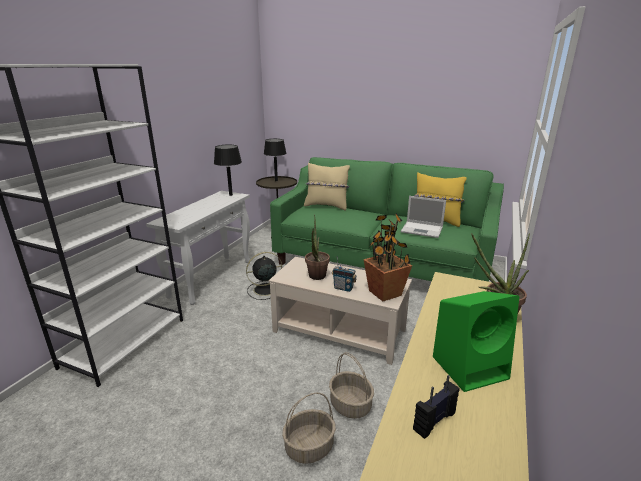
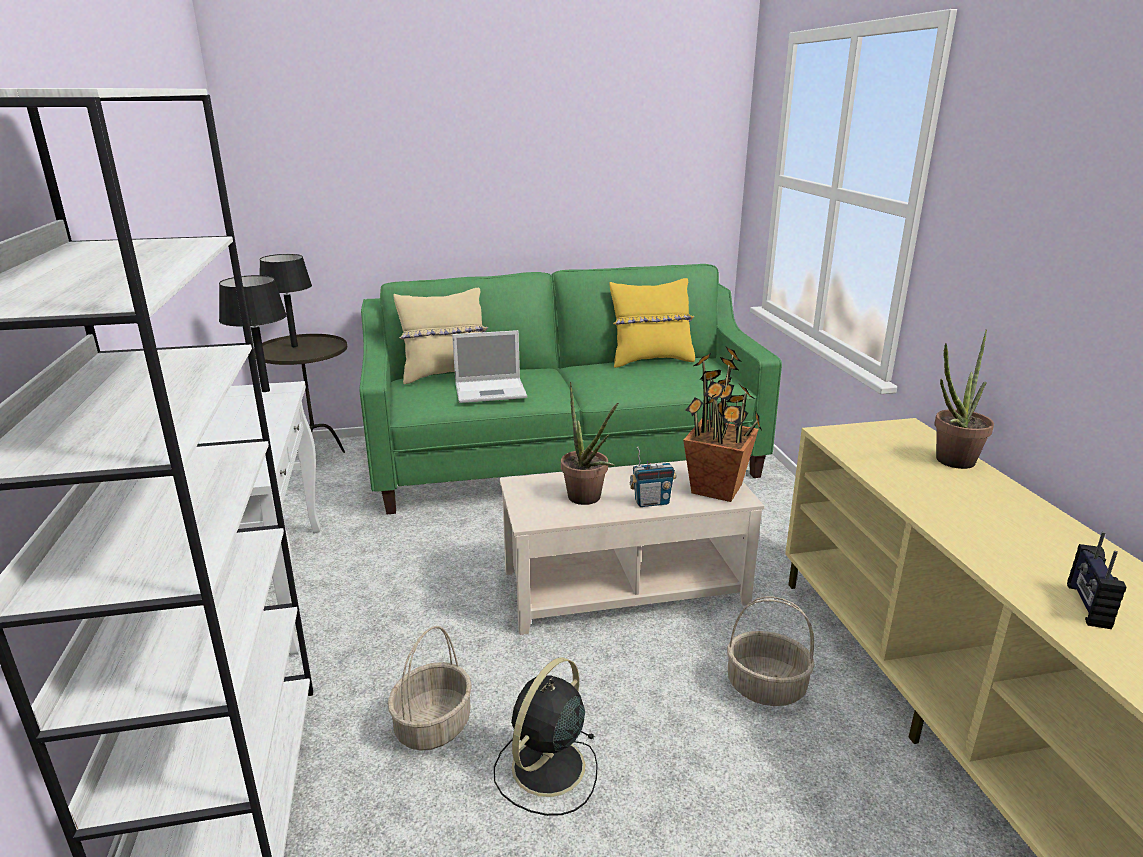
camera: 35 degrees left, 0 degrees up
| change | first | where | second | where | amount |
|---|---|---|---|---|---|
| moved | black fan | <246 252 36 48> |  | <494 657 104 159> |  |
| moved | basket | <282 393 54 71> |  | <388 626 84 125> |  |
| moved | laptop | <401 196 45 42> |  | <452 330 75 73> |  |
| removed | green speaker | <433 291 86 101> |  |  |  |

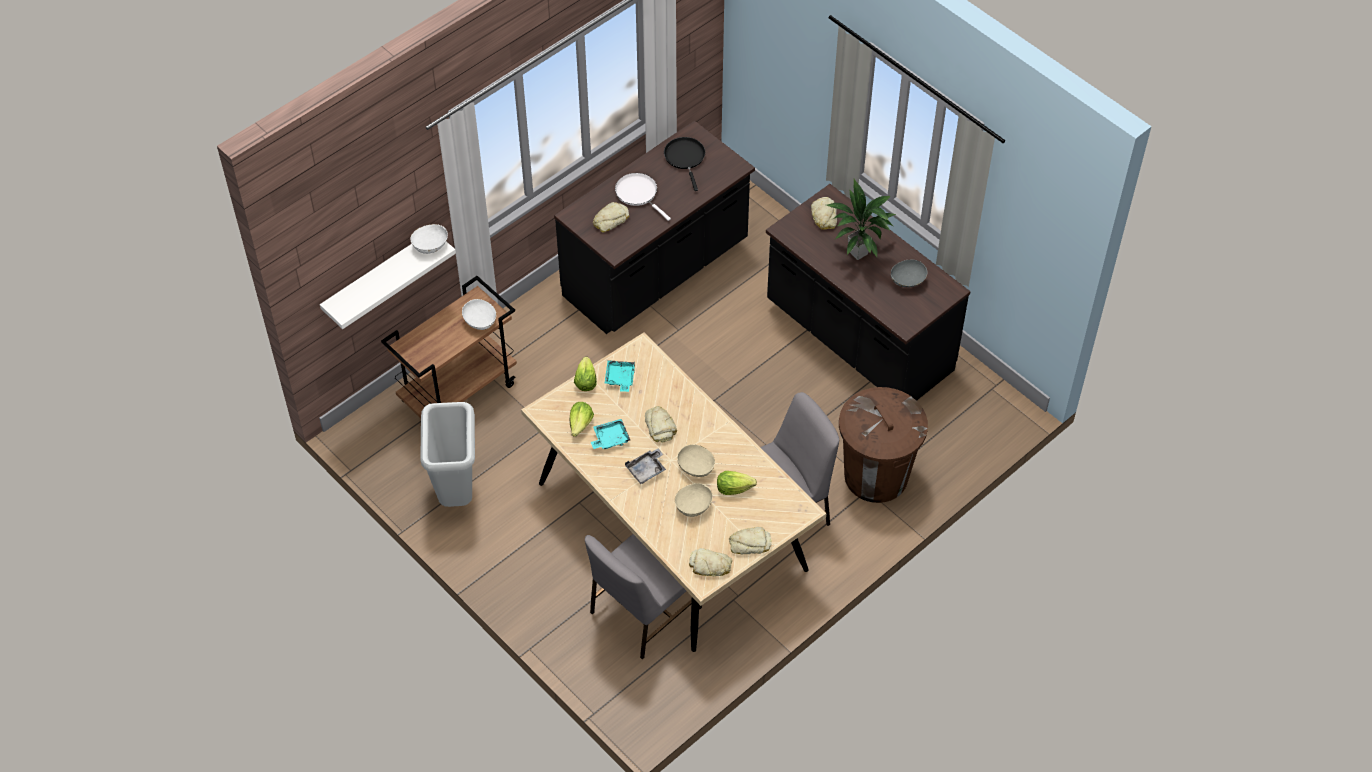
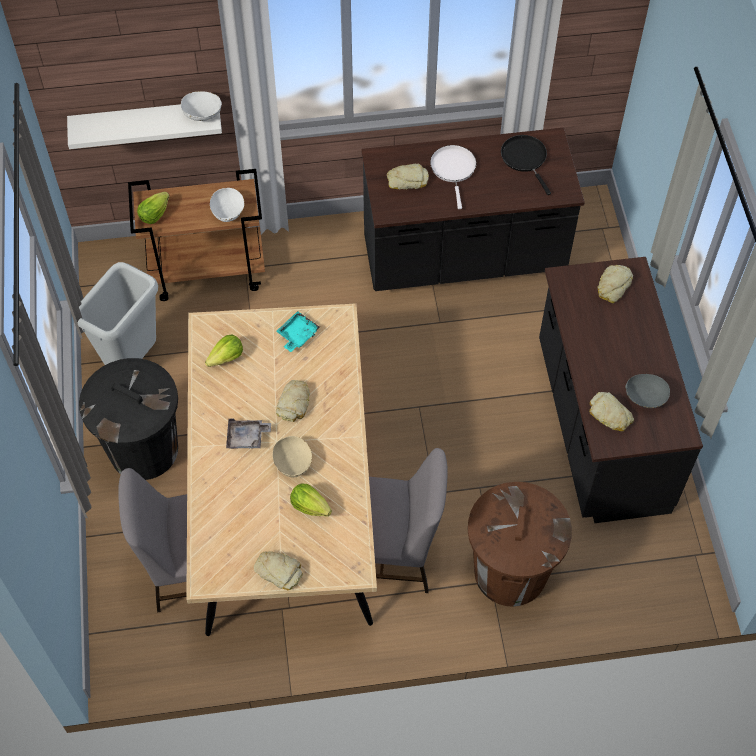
camera: 35 degrees right, 5 degrees up
| change | first | where | second | where | amount |
|---|---|---|---|---|---|
| moved | lettuce | <574 357 23 34> |  | <137 192 32 32> |  |
| removed | turquoise tray | <591 419 39 30> |  |  |  |
| turned | black frying pan | <664 137 41 54> |  | <501 135 50 60> | 45 degrees counterclockwise |
| removed | beige bowl | <675 483 38 34> |  |  |  |
| moved | bread | <689 548 43 28> |  | <589 392 45 39> |  |
| removed | potted plant | <826 179 70 81> |  |  |  |
| added |  |  | black trash can | <79 358 99 122> |  |

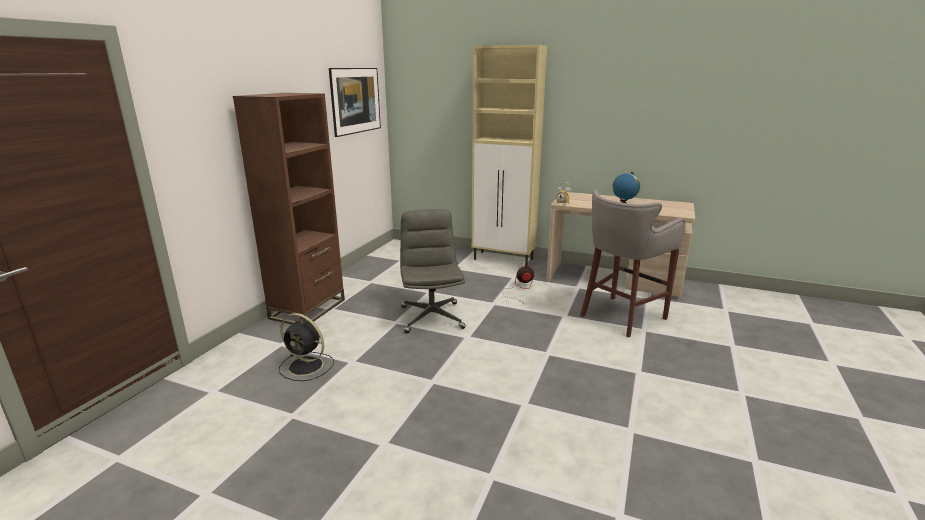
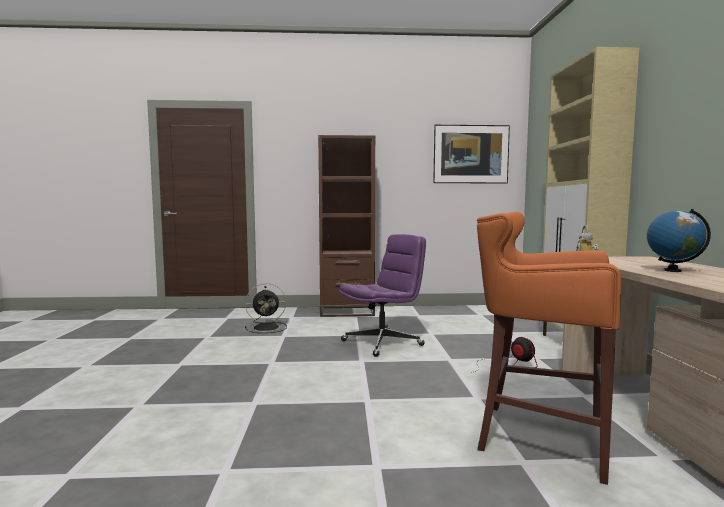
camera: 65 degrees right, 15 degrees down
| change | first | where | second | where | amount |
|---|---|---|---|---|---|
| turned | black fan | <279 313 55 68> |  | <245 283 42 50> | 105 degrees counterclockwise |
| recoloured | grey office chair | <400 209 66 124> | purple office chair | <339 234 87 123> |  |
| recoloured | grey stool | <580 189 105 149> | orange stool | <477 212 144 273> |  |

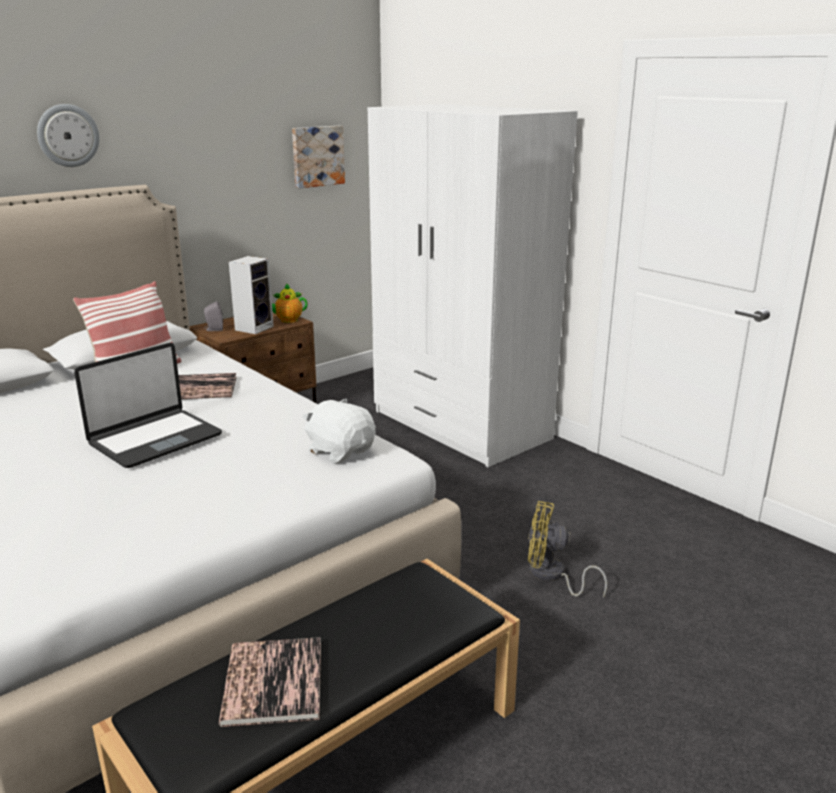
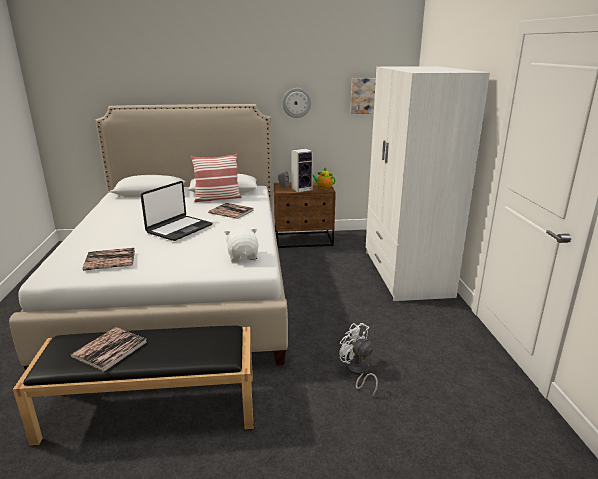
camera: 35 degrees right, 0 degrees up
| change | first | where | second | where | amount |
|---|---|---|---|---|---|
| moved | wall clock | <37 104 63 63> |  | <282 88 30 30> |  |
| turned | laptop | <74 343 148 125> |  | <141 181 72 60> | 45 degrees counterclockwise |
| recoloured | yellow fan | <528 501 79 97> | white fan | <339 323 39 73> |  |
| added |  |  | book | <83 247 52 24> |  |

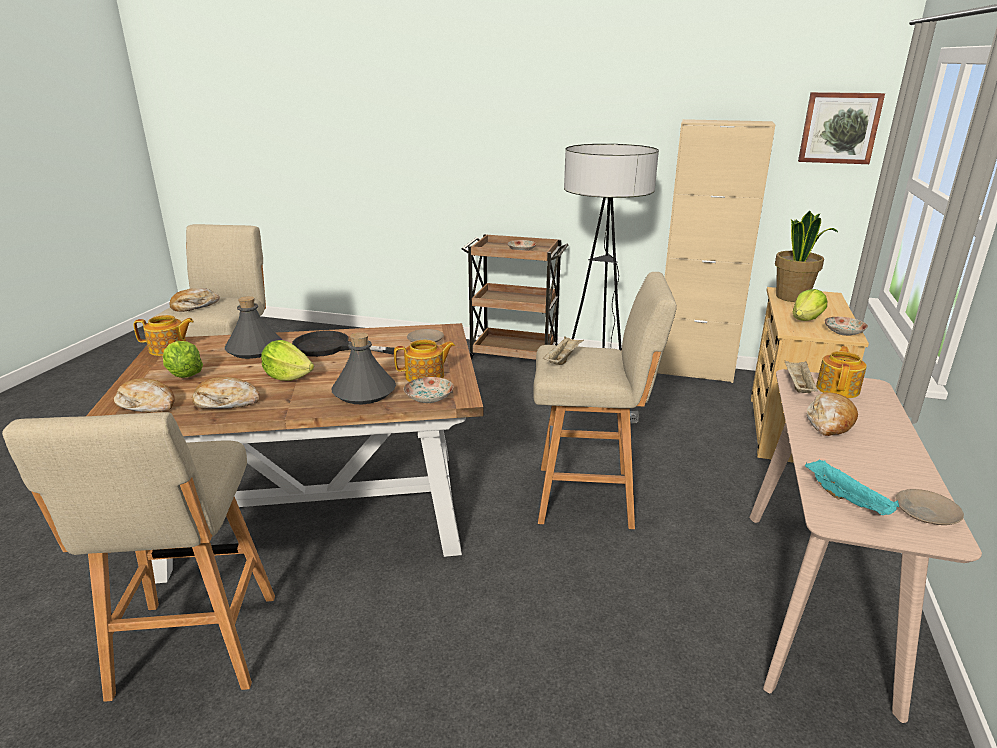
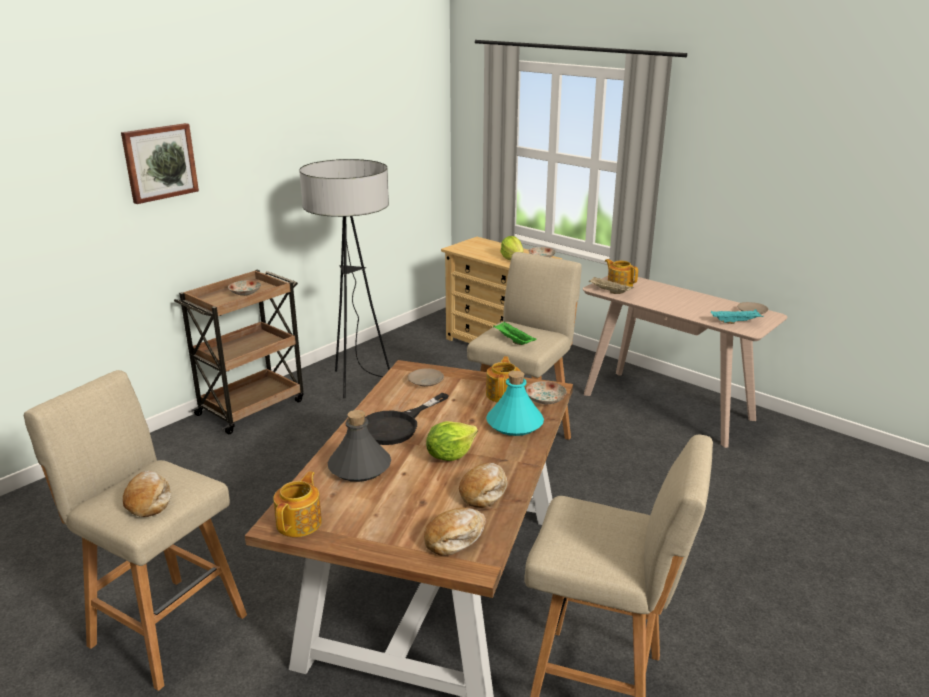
camera: 65 degrees left, 0 degrees up
| change | first | where | second | where | amount |
|---|---|---|---|---|---|
| removed | lettuce | <163 341 40 37> |  |  |  |
| recoloured | grey bottle | <331 332 65 72> | turquoise bottle | <486 371 58 65> |  |
| recoloured | beige tray | <543 336 41 29> | green tray | <493 321 44 24> |  |
| removed | beige cabinet | <657 119 118 264> |  |  |  |
| removed | potted plant | <775 211 63 91> |  |  |  |
| moved | picture | <798 92 87 72> |  | <121 123 78 81> |  |
| removed | bread | <807 392 51 44> |  |  |  |

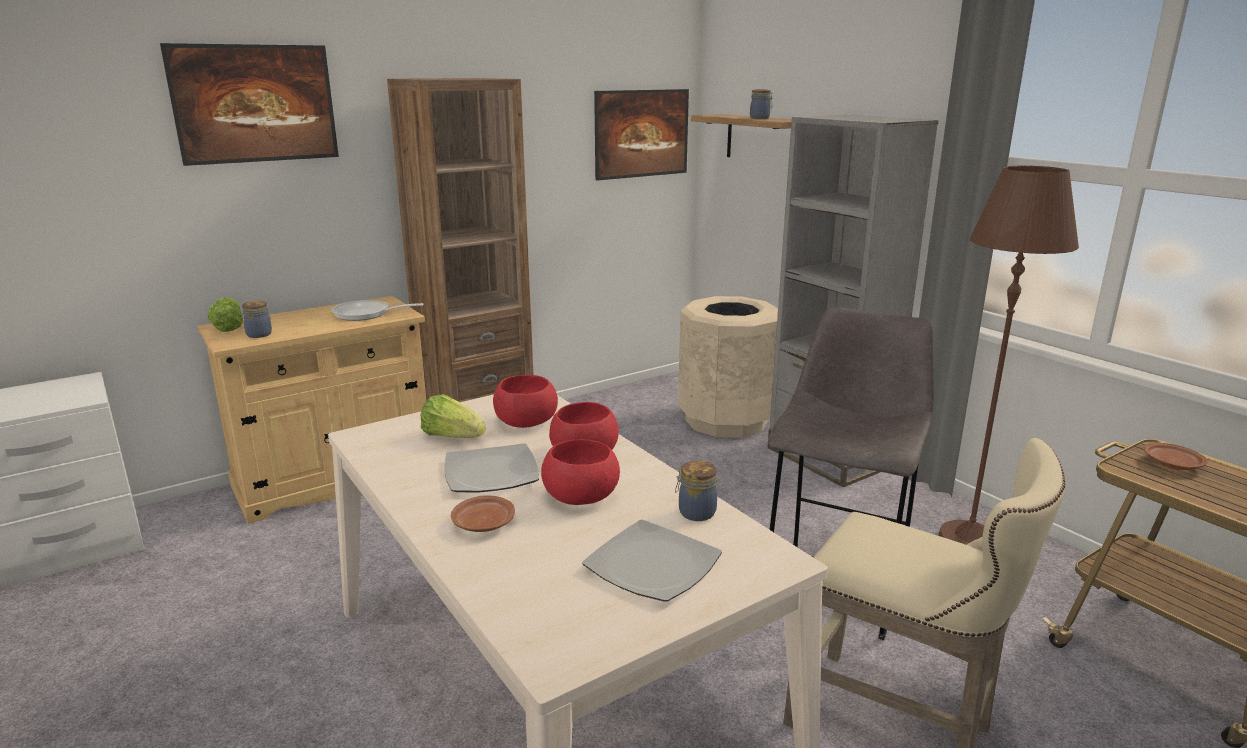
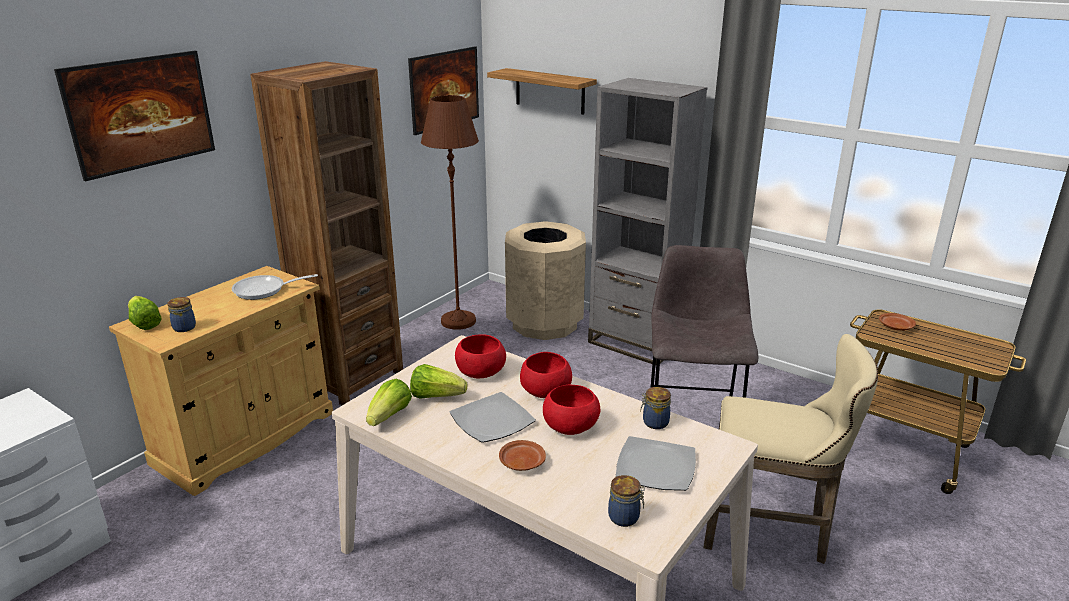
camera: 20 degrees left, 5 degrees up
| change | first | where | second | where | amount |
|---|---|---|---|---|---|
| moved | jar | <750 89 23 30> |  | <608 475 37 52> |  |
| moved | brown floor lamp | <939 166 140 379> |  | <421 95 58 235> |  |
| added |  |  | lettuce | <366 378 46 48> |  |

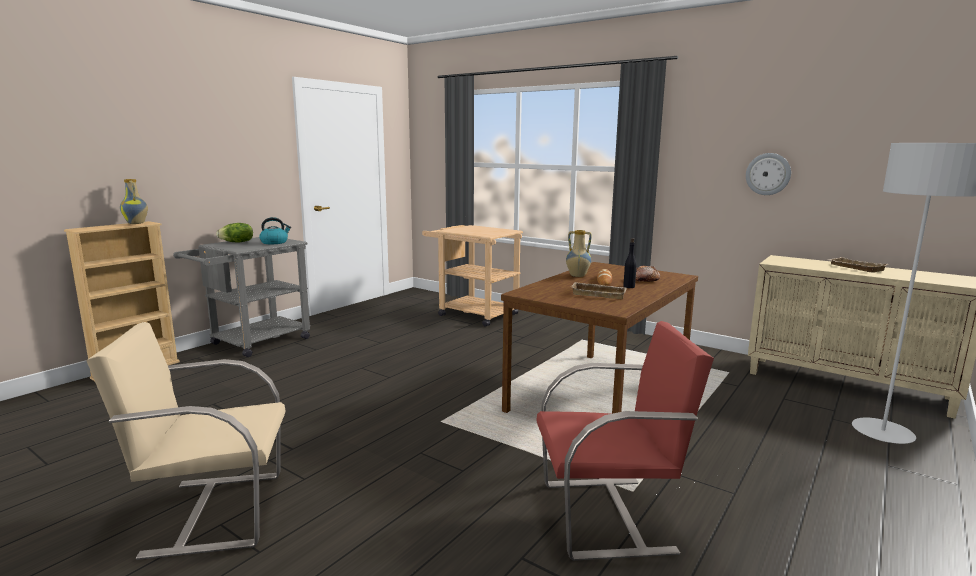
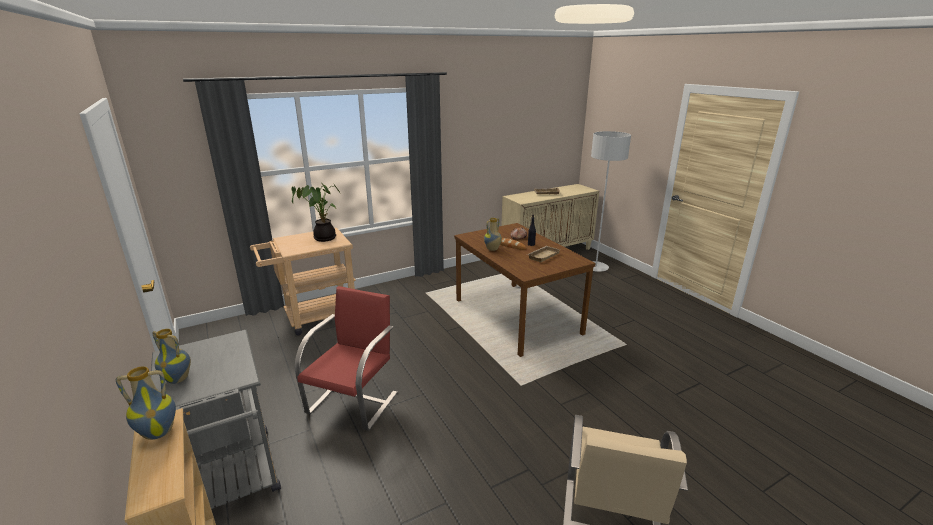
camera: 65 degrees left, 10 degrees up
| change | first | where | second | where | amount |
|---|---|---|---|---|---|
| replaced | lettuce | <216 223 37 20> | vase | <152 329 39 55> |  |
| removed | kettle | <259 217 32 27> |  |  |  |
| moved | red chair | <536 321 178 240> |  | <294 286 104 145> |  |
| removed | wall clock | <746 153 45 42> |  |  |  |
| added |  |  | potted plant | <292 183 48 59> |  |

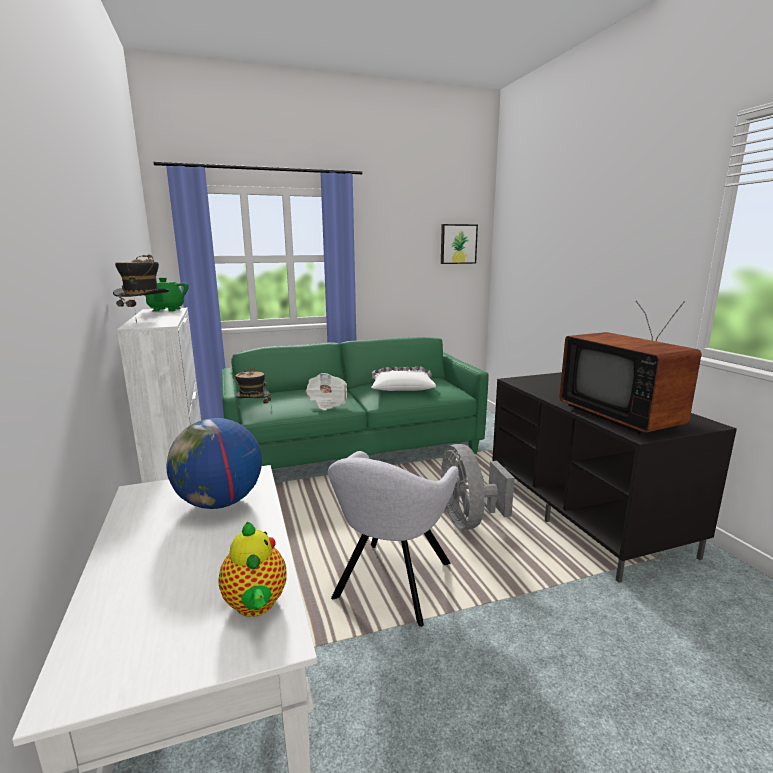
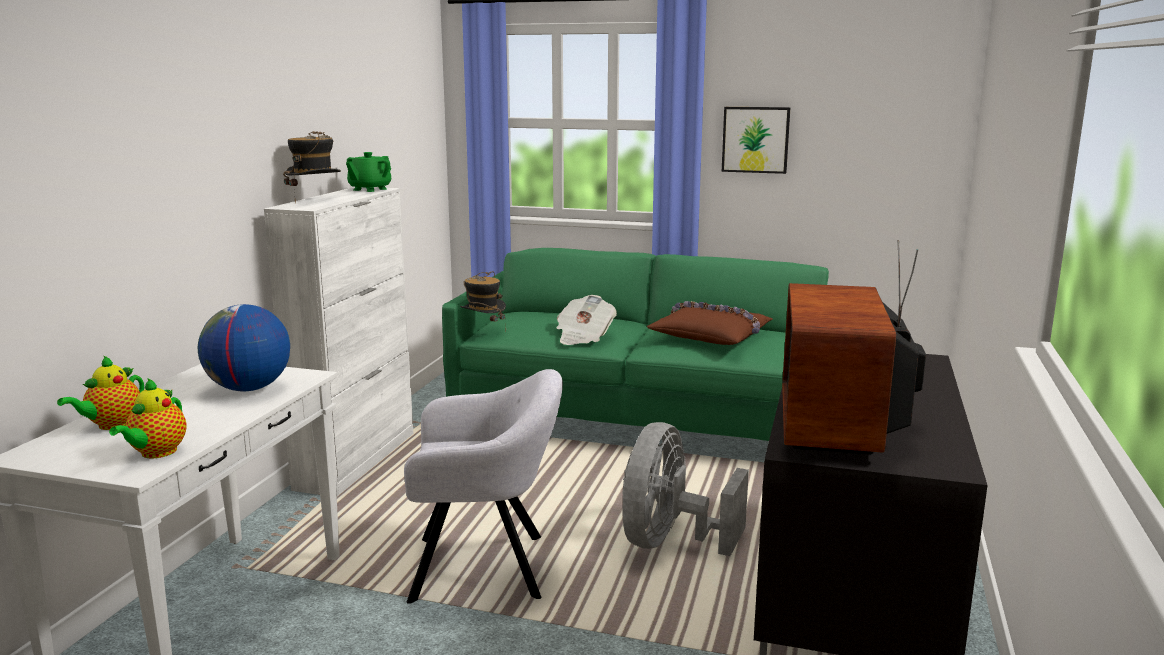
camera: 35 degrees right, 0 degrees up
| change | first | where | second | where | amount |
|---|---|---|---|---|---|
| turned | grey armchair | <328 451 131 176> |  | <404 369 159 235> | 150 degrees counterclockwise |
| recoloured | white pillow | <371 366 65 25> | brown pillow | <647 301 125 44> |  |
| moved | picture | <441 224 37 40> |  | <722 107 69 67> |  |
| added |  |  | teapot | <57 355 87 75> |  |

